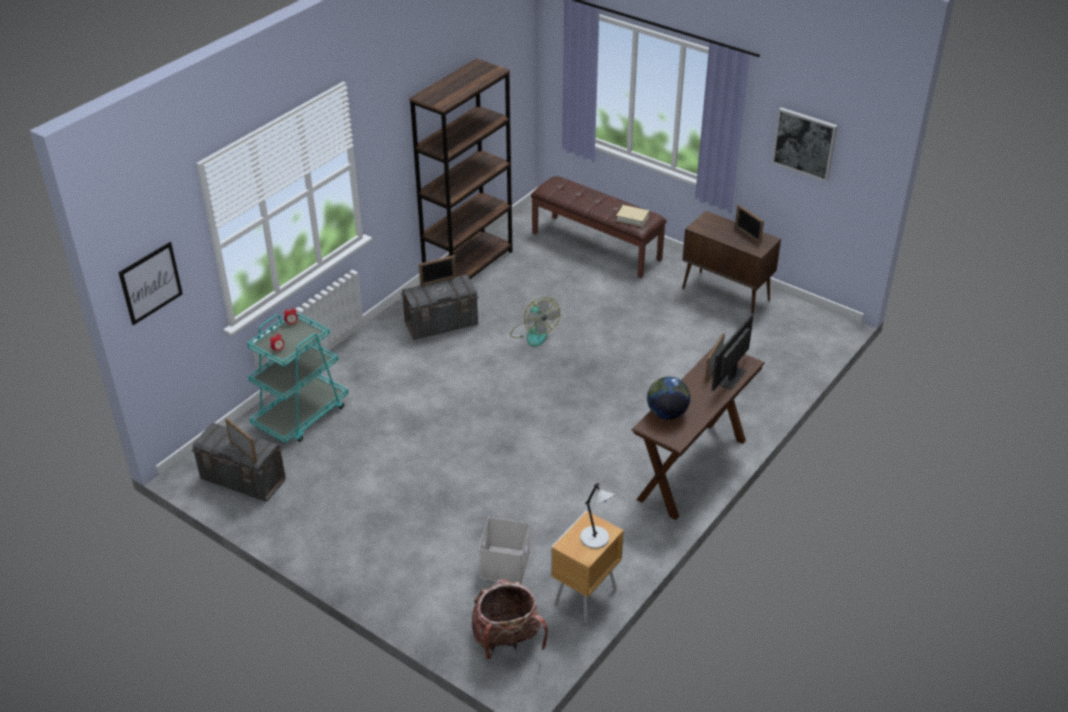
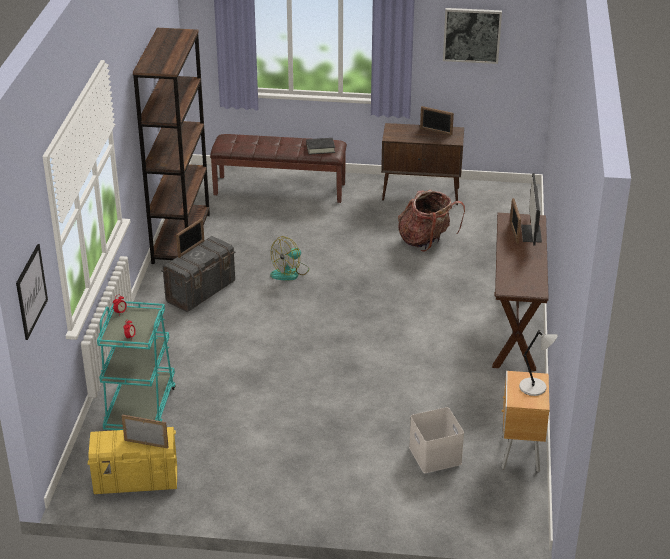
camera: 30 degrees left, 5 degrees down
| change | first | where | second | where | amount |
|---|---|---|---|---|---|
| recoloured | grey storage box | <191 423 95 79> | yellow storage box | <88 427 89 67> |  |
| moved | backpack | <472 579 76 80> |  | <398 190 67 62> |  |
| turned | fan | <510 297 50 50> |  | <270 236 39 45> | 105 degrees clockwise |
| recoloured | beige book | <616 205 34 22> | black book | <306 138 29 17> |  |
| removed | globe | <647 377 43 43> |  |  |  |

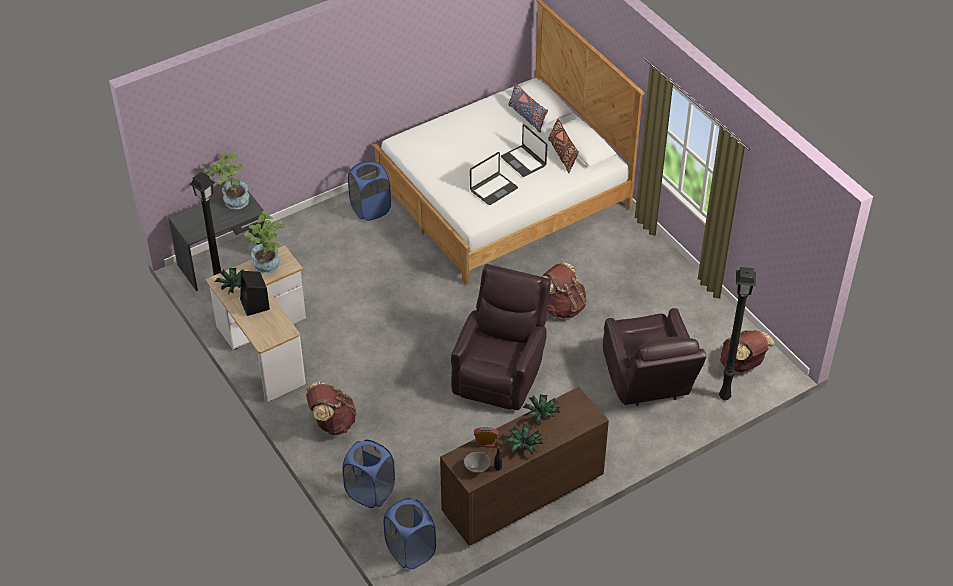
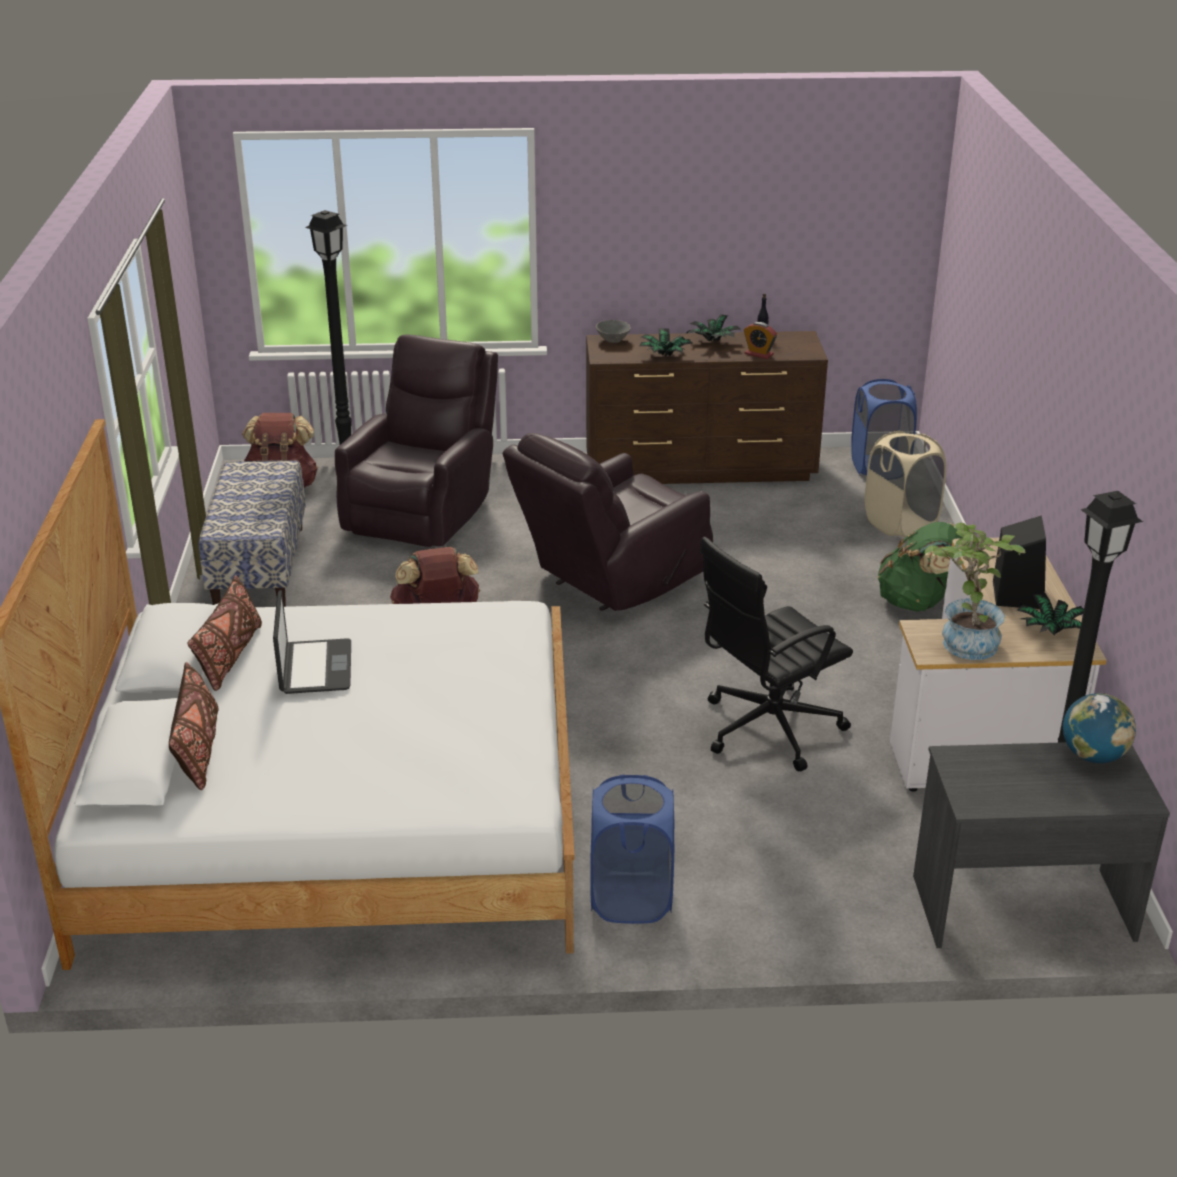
camera: 150 degrees left, 15 degrees down
| change | first | where | second | where | amount |
|---|---|---|---|---|---|
| removed | potted plant | <204 152 45 57> |  |  |  |
| recoloured | brown backpack | <306 382 51 53> | green backpack | <878 522 84 89> |  |
| recoloured | blue laundry basket | <343 440 52 68> | beige laundry basket | <865 431 82 107> |  |
| moved | grey bowl | <464 452 26 21> |  | <596 320 35 23> |  |
| removed | laptop | <470 152 48 53> |  |  |  |
| recoloured | blue pillow | <508 83 40 50> | brown pillow | <169 662 50 128> |  |
| added |  |  | bench | <199 460 107 147> |  |
| added |  |  | black office chair | <699 537 154 234> |  |
| added |  |  | globe | <1063 693 73 70> |  |

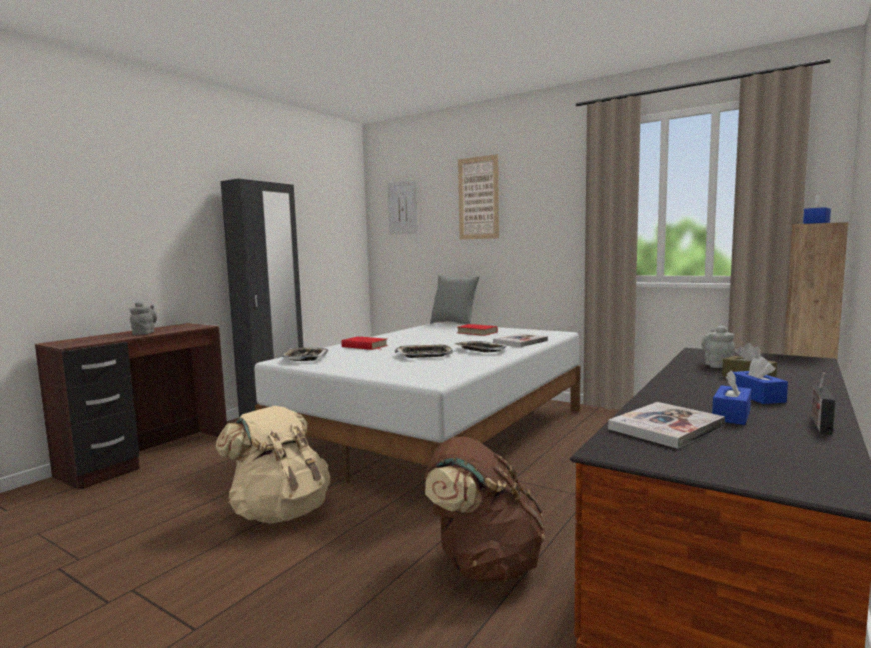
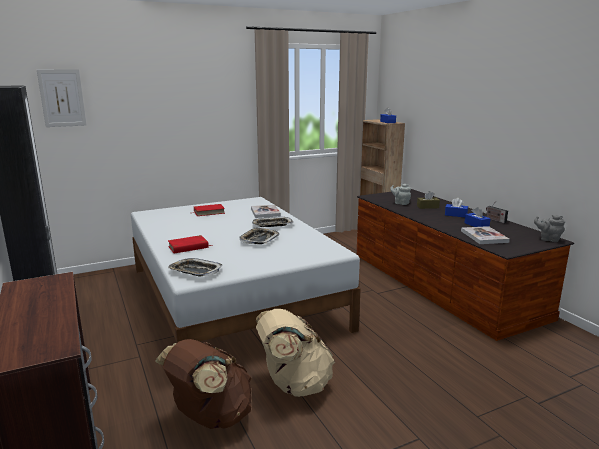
camera: 60 degrees left, 10 degrees up
| change | first | where | second | where | amount |
|---|---|---|---|---|---|
| moved | grey teapot | <130 302 27 33> |  | <534 215 31 27> |  |
| moved | brown backpack | <424 437 121 144> |  | <155 339 97 90> |  |
| removed | grey pillow | <430 275 50 49> |  |  |  |
| removed | picture | <458 154 41 86> |  |  |  |

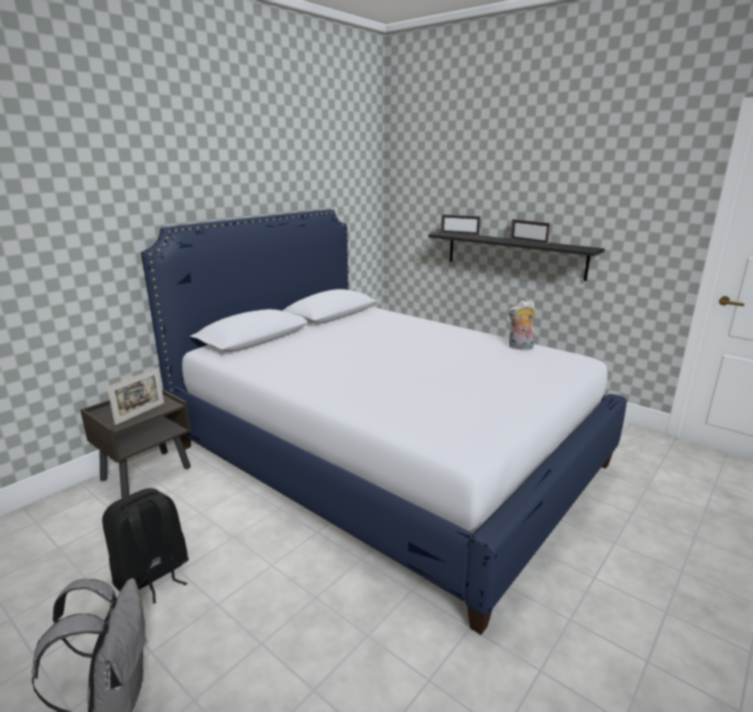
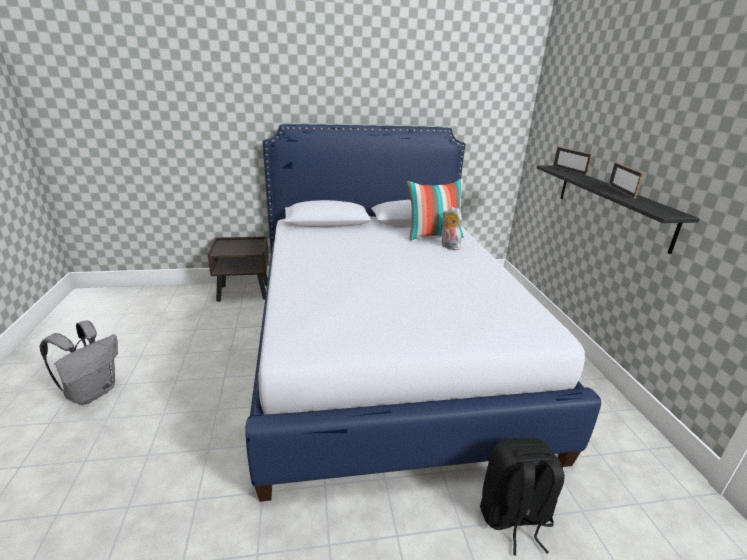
camera: 40 degrees right, 5 degrees up
| change | first | where | second | where | amount |
|---|---|---|---|---|---|
| moved | black backpack | <102 488 87 116> |  | <480 438 85 118> |  |
| removed | picture frame | <107 367 57 58> |  |  |  |
| moved | plush toy | <507 300 29 50> |  | <442 207 20 43> |  |
| added |  |  | pillow | <407 179 57 61> |  |

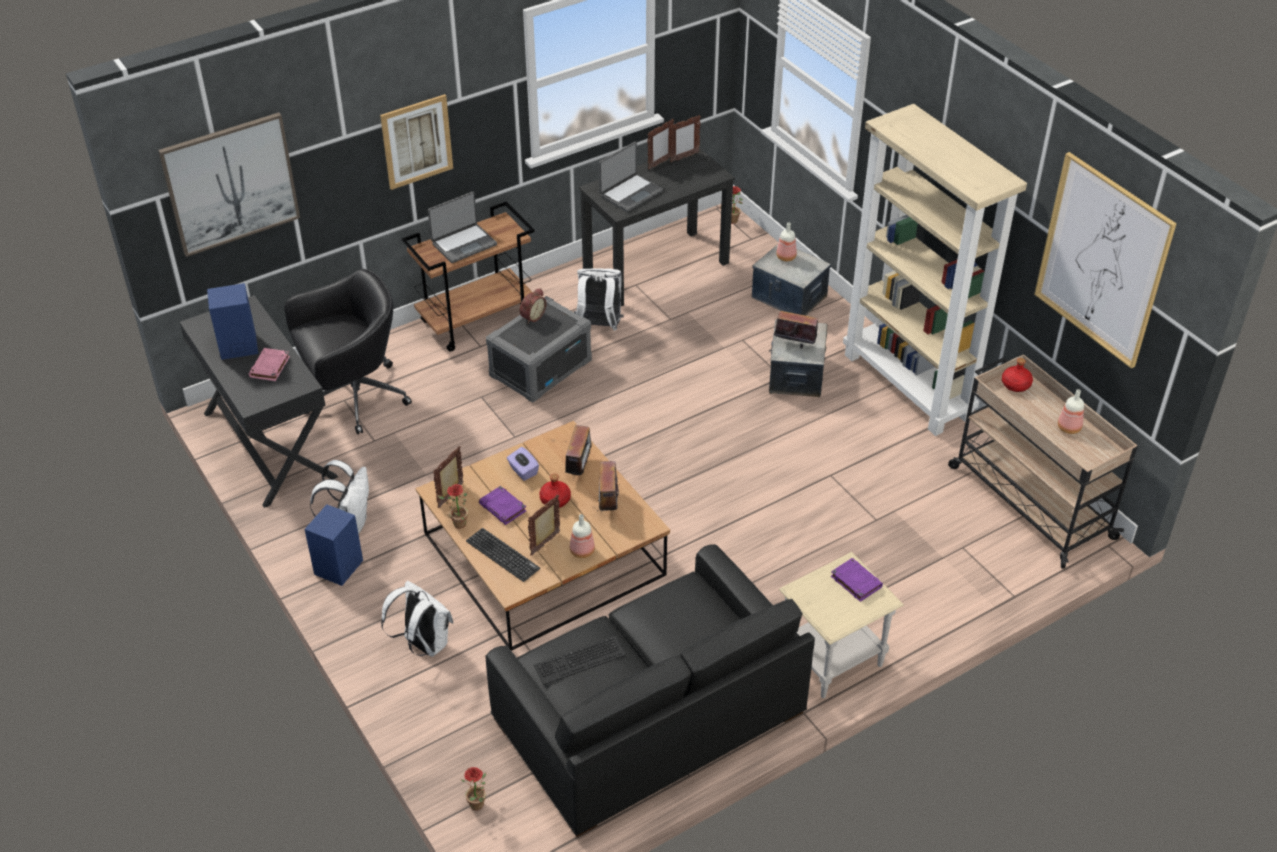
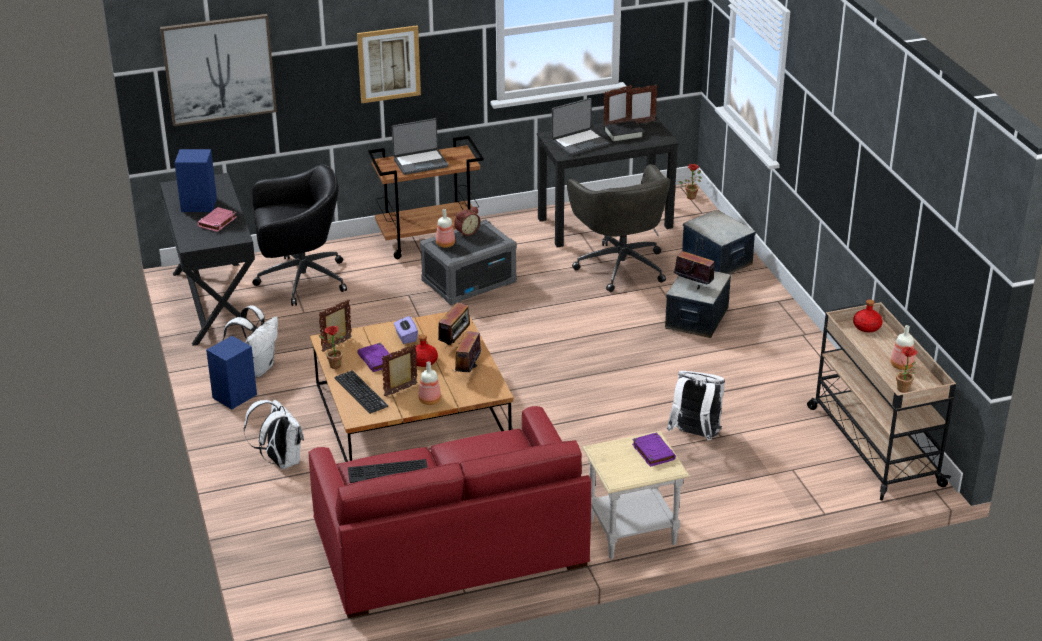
camera: 15 degrees right, 10 degrees down
| change | first | where | second | where | amount |
|---|---|---|---|---|---|
| moved | potted plant | <461 767 25 44> |  | <896 347 21 46> |  |
| recoloured | black sofa | <486 544 329 293> | red sofa | <309 406 282 212> |  |
| moved | white backpack | <574 268 50 63> |  | <667 371 58 70> |  |
| moved | bottle | <776 222 21 39> |  | <436 209 19 39> |  |
| removed | beige bookcase | <843 104 184 332> |  |  |  |
| removed | picture | <1034 152 143 216> |  |  |  |
| added |  |  | grey office chair | <567 164 104 128> |  |
| added |  |  | black book | <604 121 39 21> |  |

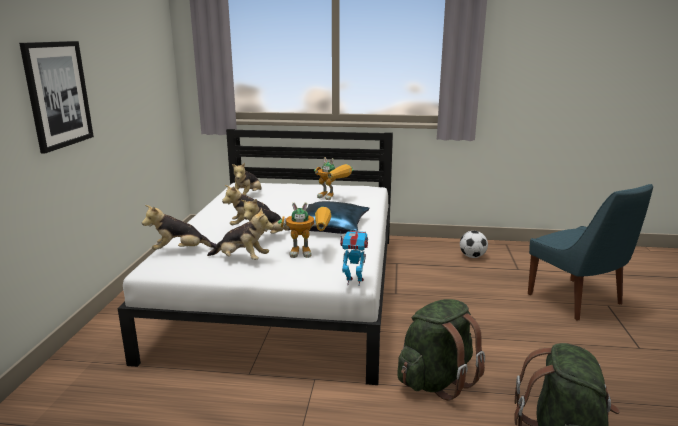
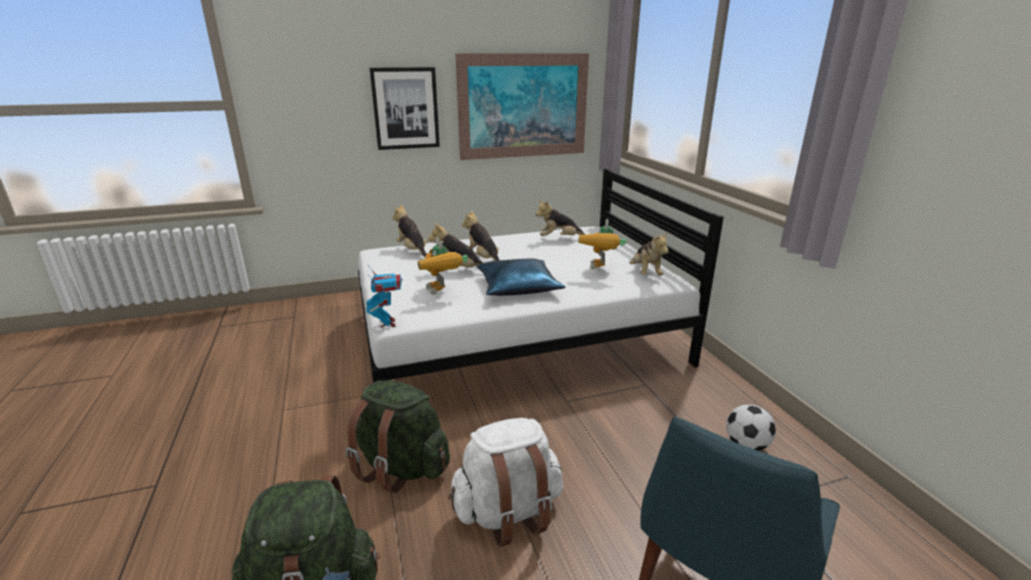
camera: 65 degrees right, 5 degrees up
| change | first | where | second | where | amount |
|---|---|---|---|---|---|
| moved | plush toy | <207 208 67 52> |  | <629 232 40 43> |  |
| added |  |  | white backpack | <448 418 115 129> |  |
| added |  |  | picture | <456 53 133 107> |  |

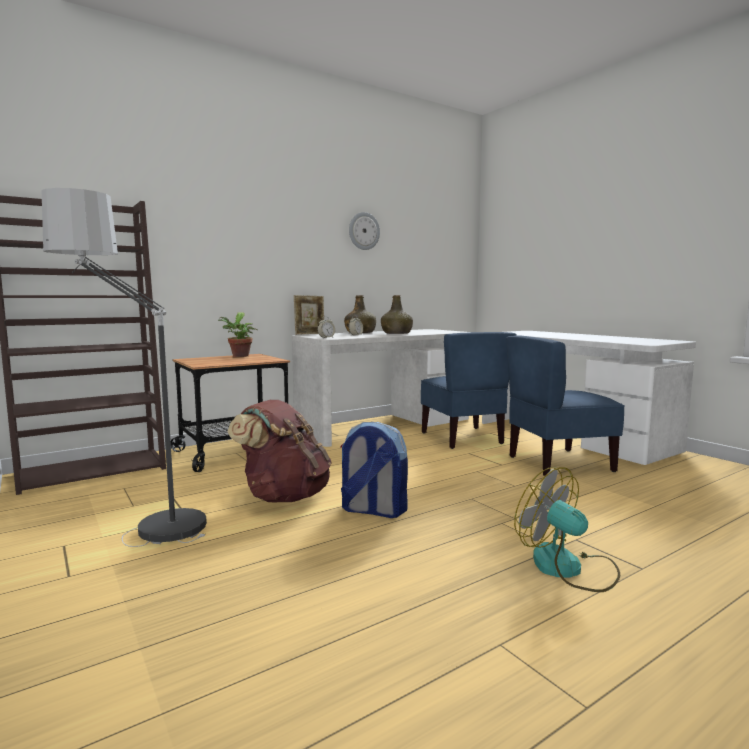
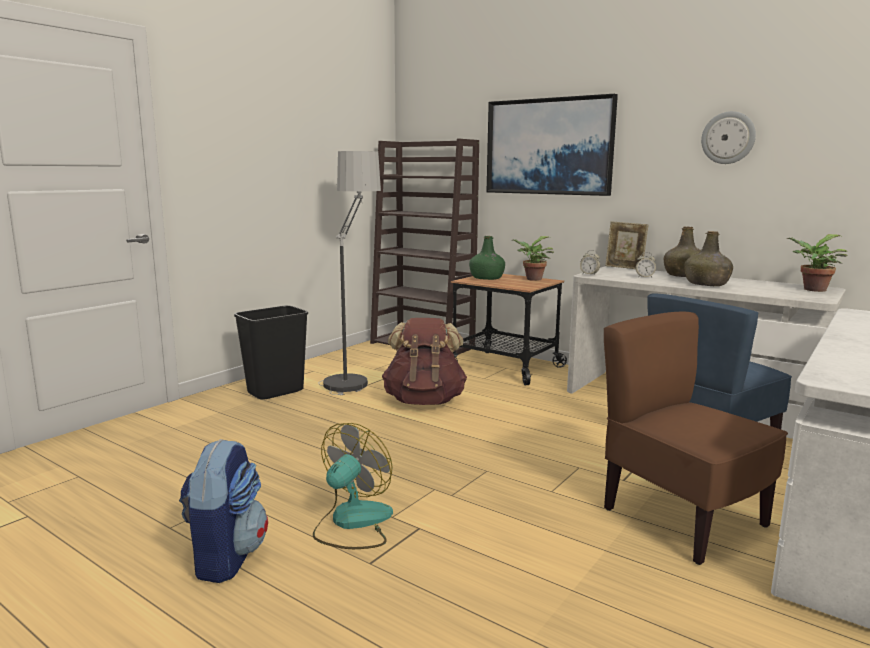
camera: 70 degrees right, 5 degrees up
| change | first | where | second | where | amount |
|---|---|---|---|---|---|
| moved | backpack | <340 422 68 96> |  | <179 439 89 144> |  |
| recoloured | blue chair | <506 335 119 141> | brown chair | <604 312 184 253> |  |
| added |  |  | black trash can | <234 305 74 95> |  |
| added |  |  | green bottle | <469 236 36 44> |  |
| added |  |  | picture | <486 94 132 102> |  |
| added |  |  | potted plant | <787 234 60 58> |  |

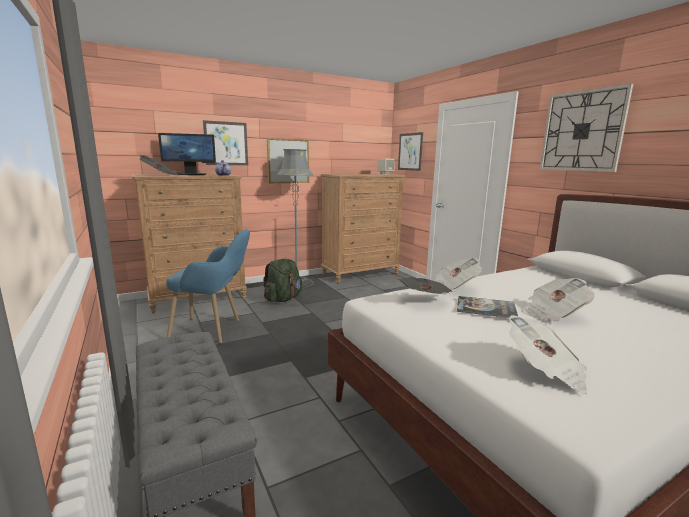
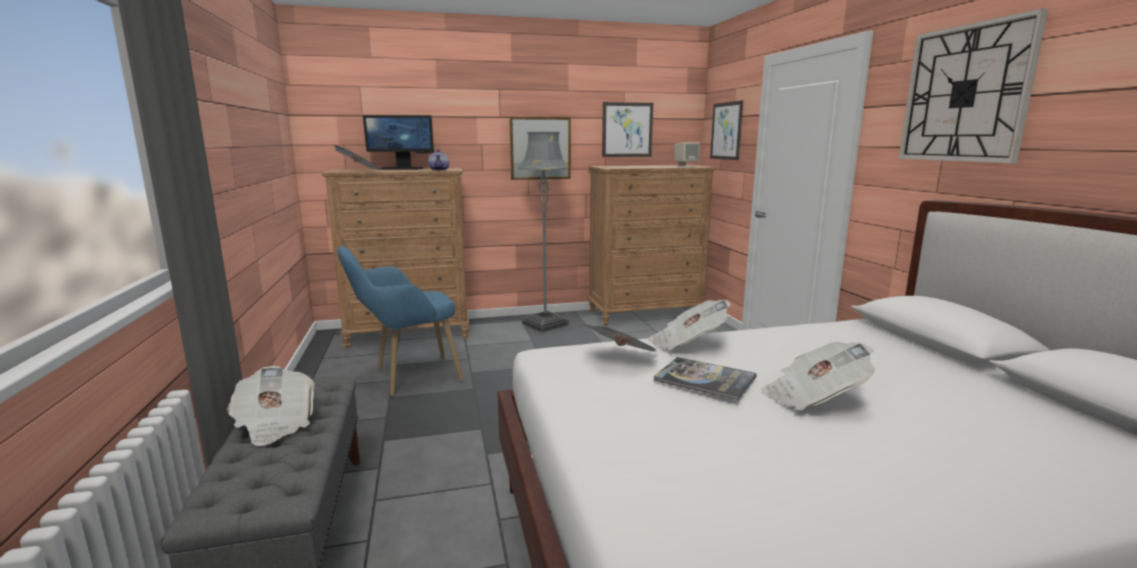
camera: 15 degrees right, 0 degrees up
| change | first | where | second | where | amount |
|---|---|---|---|---|---|
| turned | blue armchair | <166 229 84 115> |  | <337 246 127 150> | 135 degrees clockwise |
| moved | picture | <203 120 45 45> |  | <602 102 51 55> |  |
| removed | green backpack | <263 259 39 43> |  |  |  |
| moved | newspaper | <509 315 78 79> |  | <227 366 88 80> |  |

